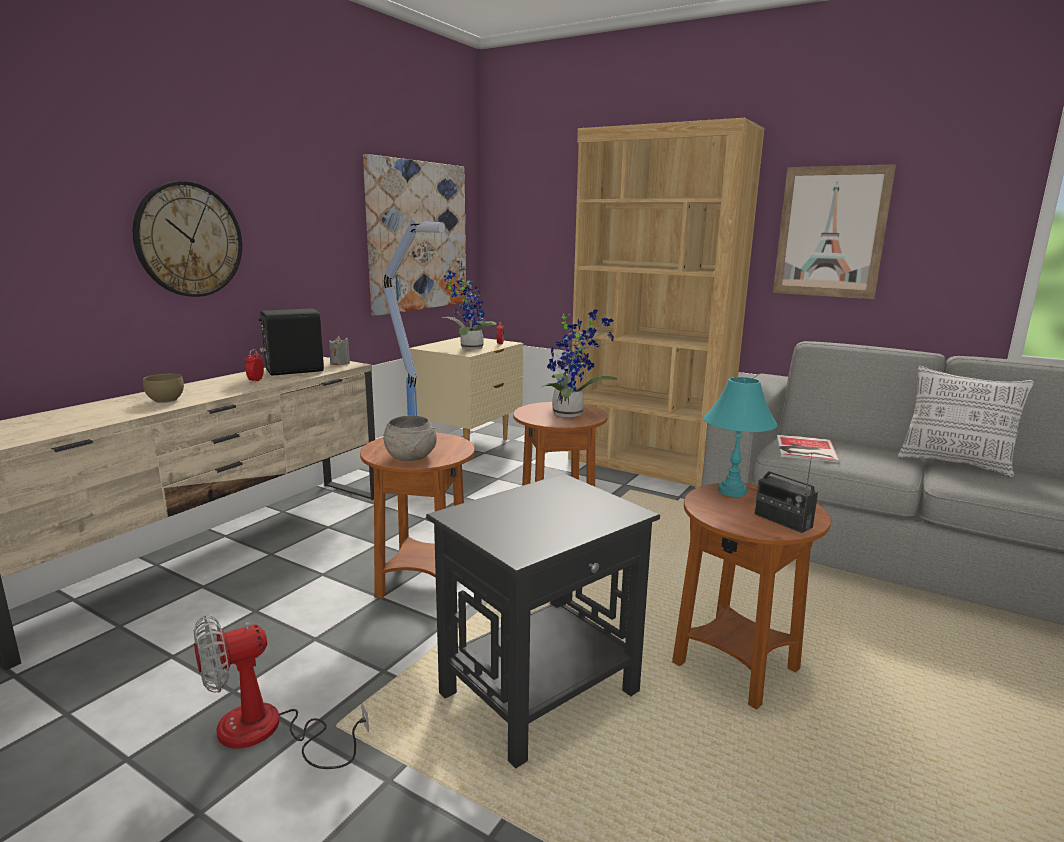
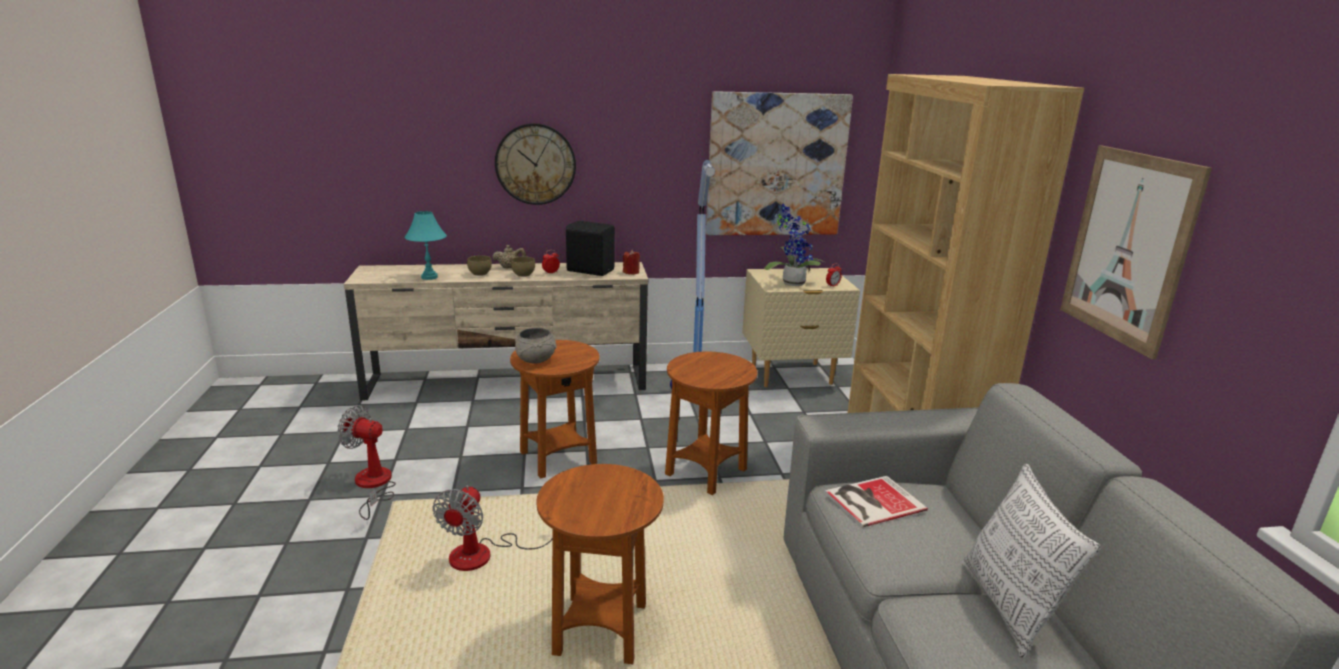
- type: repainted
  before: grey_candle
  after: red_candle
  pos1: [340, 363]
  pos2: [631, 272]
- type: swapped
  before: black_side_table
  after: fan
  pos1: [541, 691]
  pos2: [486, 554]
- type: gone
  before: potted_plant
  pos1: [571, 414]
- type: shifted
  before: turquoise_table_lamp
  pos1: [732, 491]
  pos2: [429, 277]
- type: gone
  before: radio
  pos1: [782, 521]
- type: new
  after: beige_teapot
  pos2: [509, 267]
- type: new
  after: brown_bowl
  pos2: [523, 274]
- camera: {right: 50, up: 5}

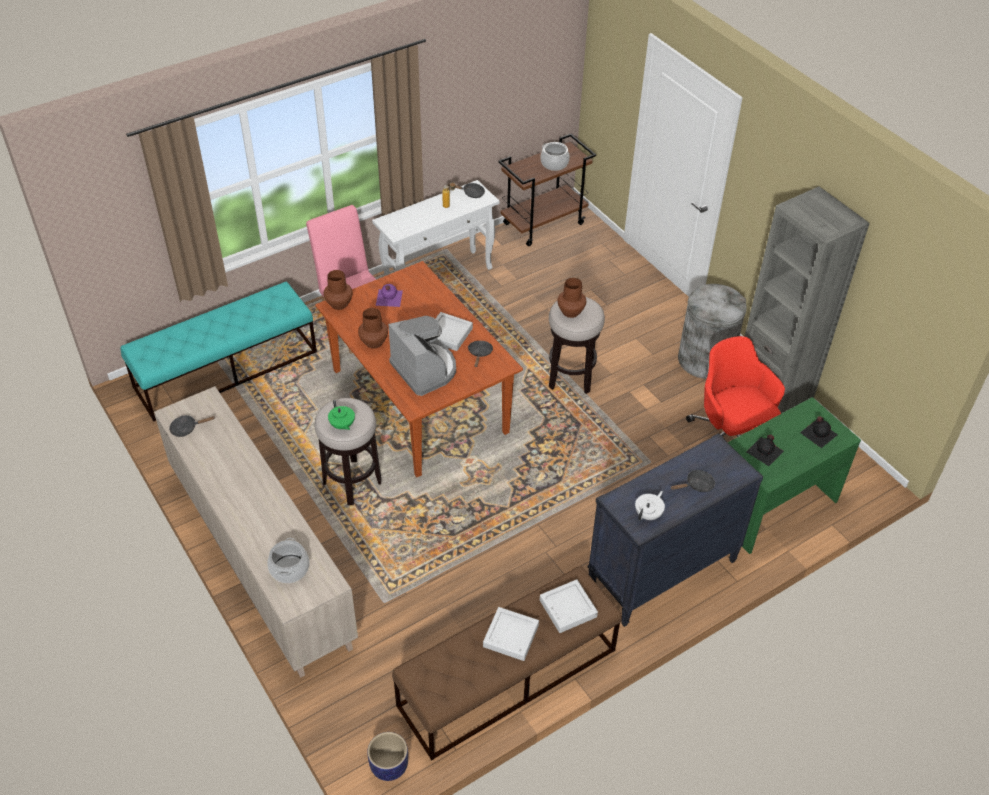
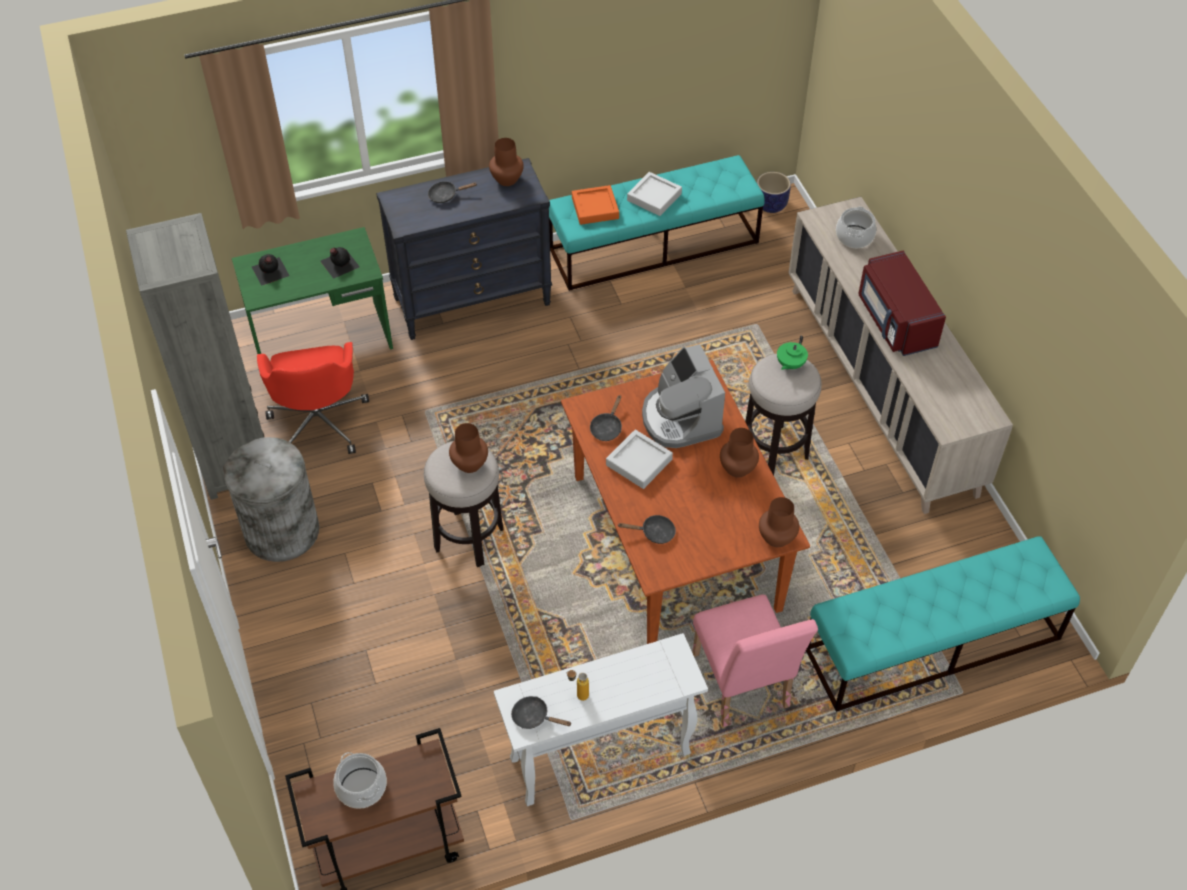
- type: shifted
  before: black_frying_pan
  pos1: [187, 428]
  pos2: [654, 533]
- type: rotated
  before: green_teapot
  pos1: [342, 425]
  pos2: [790, 364]
  turn: -135
- type: gone
  before: purple_bottle
  pos1: [388, 298]
- type: repainted
  before: brown_bench
  after: turquoise_bench
  pos1: [507, 678]
  pos2: [654, 245]
- type: repainted
  before: grey_tray
  after: orange_tray
  pos1: [568, 608]
  pos2: [595, 208]
- type: swapped
  before: white_teapot
  after: brown_vase
  pos1: [648, 514]
  pos2: [506, 179]
- type: new
  after: red_microwave
  pos2: [895, 321]
- camera: {right: -165, up: 5}

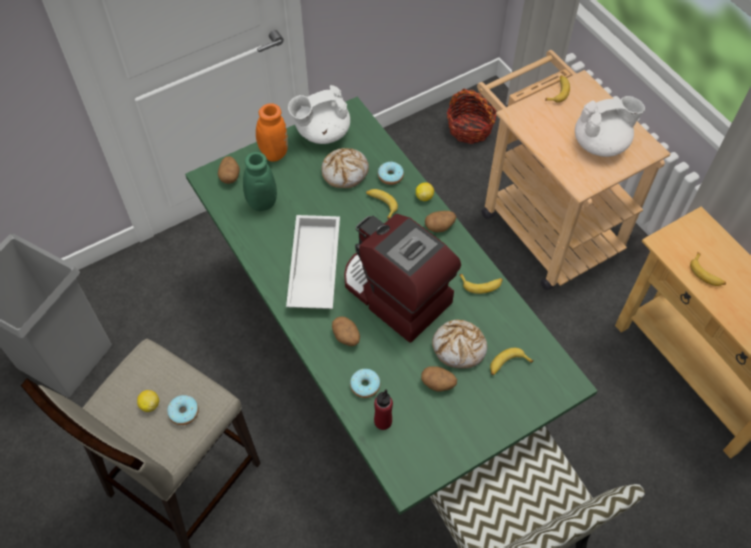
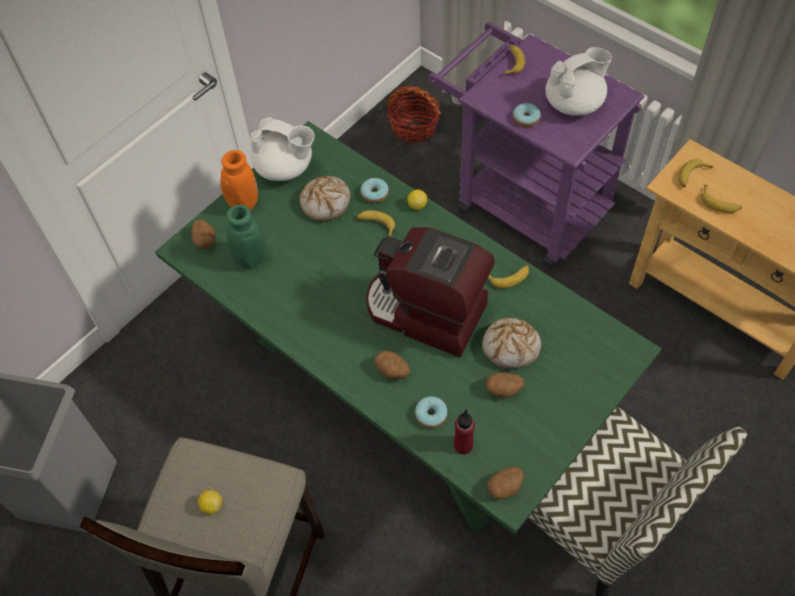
- type: shifted
  before: donut
  pos1: [184, 412]
  pos2: [526, 118]
- type: gone
  before: white_tray
  pos1: [313, 267]
- type: rotated
  before: white_teapot
  pos1: [321, 132]
  pos2: [285, 168]
  turn: -120
- type: shifted
  before: potato
  pos1: [439, 226]
  pos2: [505, 487]
- type: repainted
  before: beige_cart
  after: purple_cart
  pos1: [542, 222]
  pos2: [521, 201]
- type: shifted
  before: banana
  pos1: [507, 365]
  pos2: [691, 176]
- camera: {right: -15, up: 0}

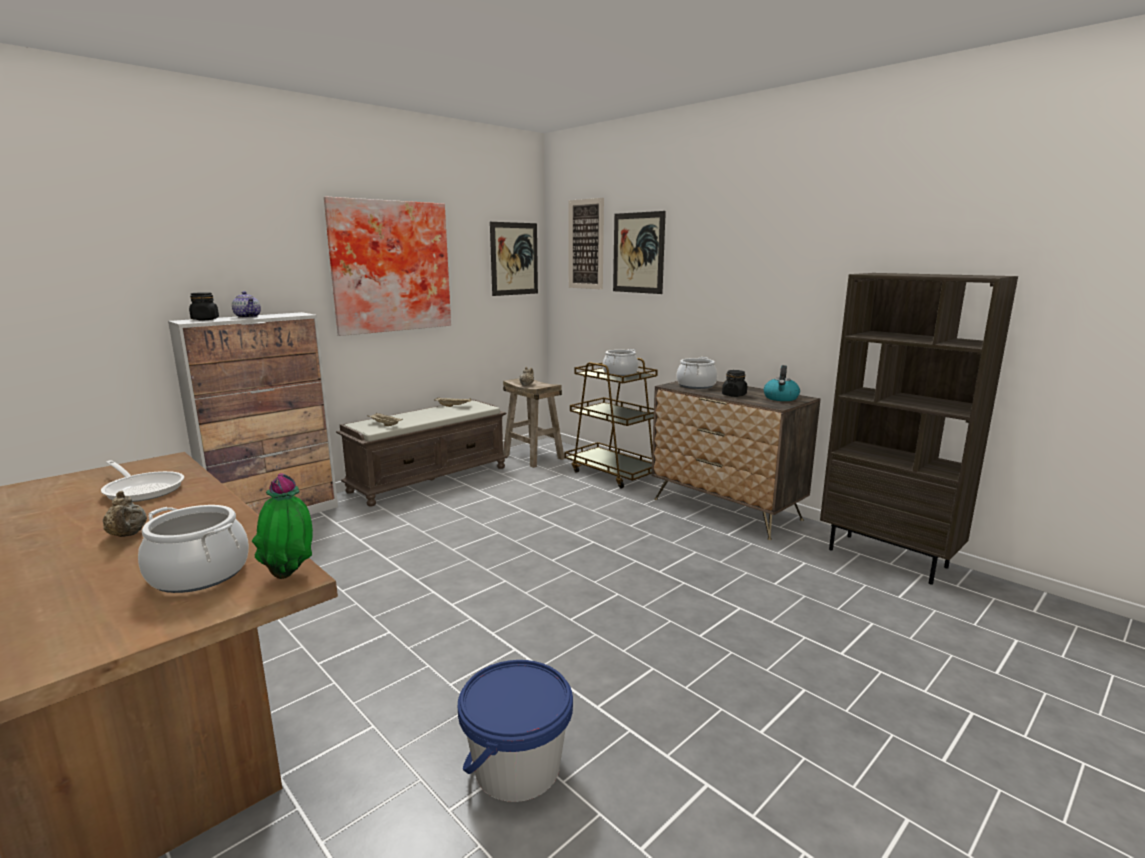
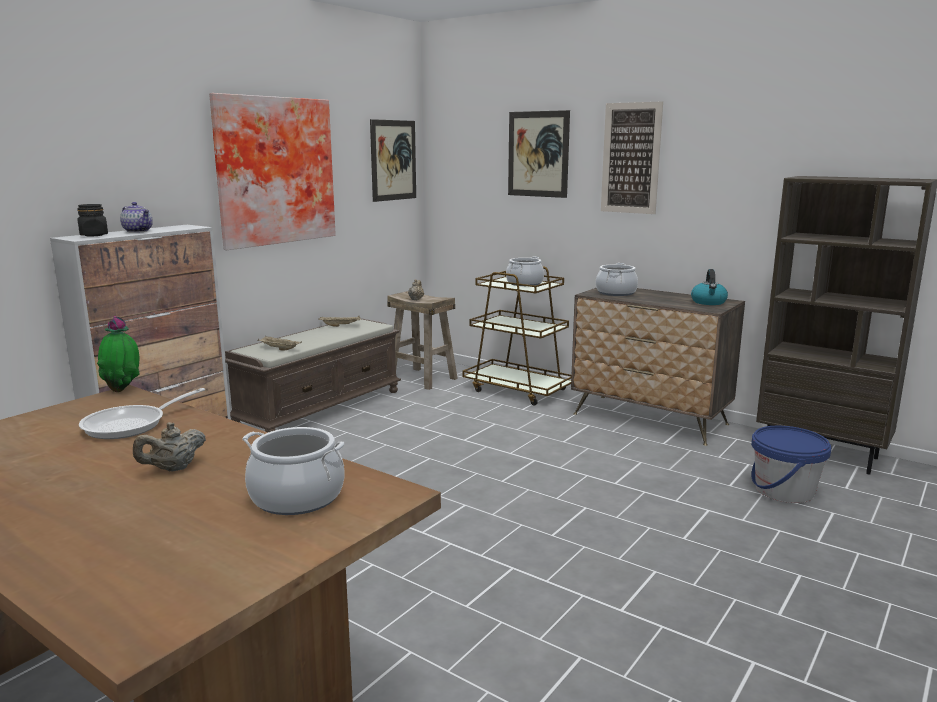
- type: rotated
  before: frying_pan
  pos1: [142, 489]
  pos2: [131, 425]
  turn: 105
- type: rotated
  before: beige_teapot
  pos1: [127, 535]
  pos2: [173, 469]
  turn: 90
- type: shifted
  before: potted_plant
  pos1: [291, 575]
  pos2: [123, 390]
- type: shifted
  before: blue_bucket
  pos1: [517, 767]
  pos2: [784, 490]
- type: shifted
  before: picture
  pos1: [586, 244]
  pos2: [631, 158]
- type: gone
  before: black_jar
  pos1: [734, 395]
- camera: {right: -10, up: 0}

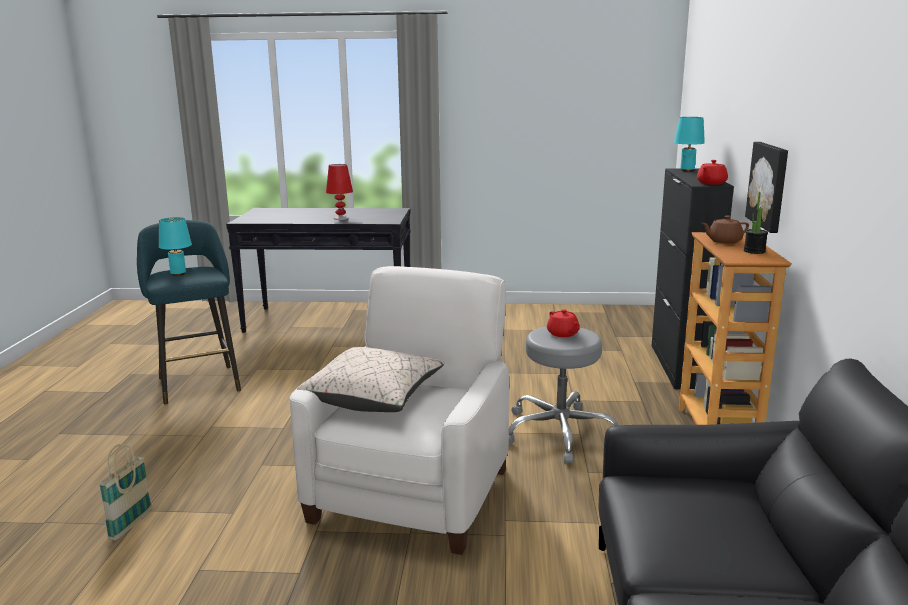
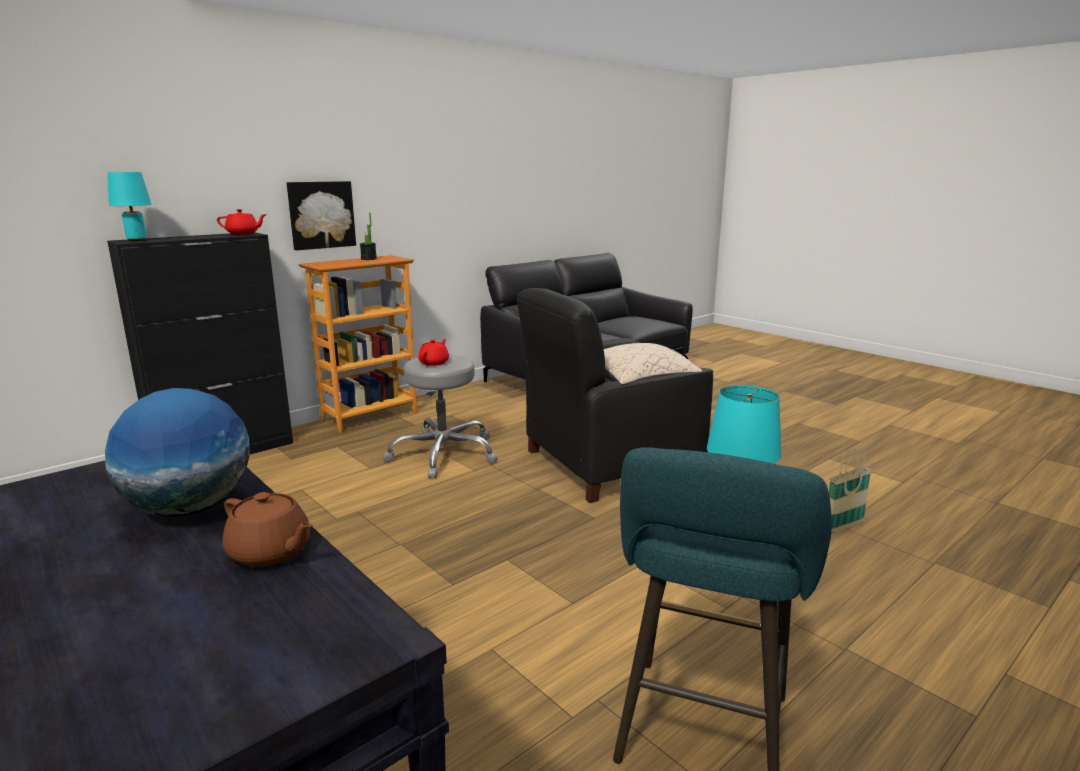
- type: repainted
  before: white_armchair
  after: black_armchair
  pos1: [412, 493]
  pos2: [608, 463]
- type: swapped
  before: red_table_lamp
  after: globe
  pos1: [340, 218]
  pos2: [191, 509]
- type: shifted
  before: brown_teapot
  pos1: [723, 241]
  pos2: [270, 552]
- camera: {right: -135, up: 0}

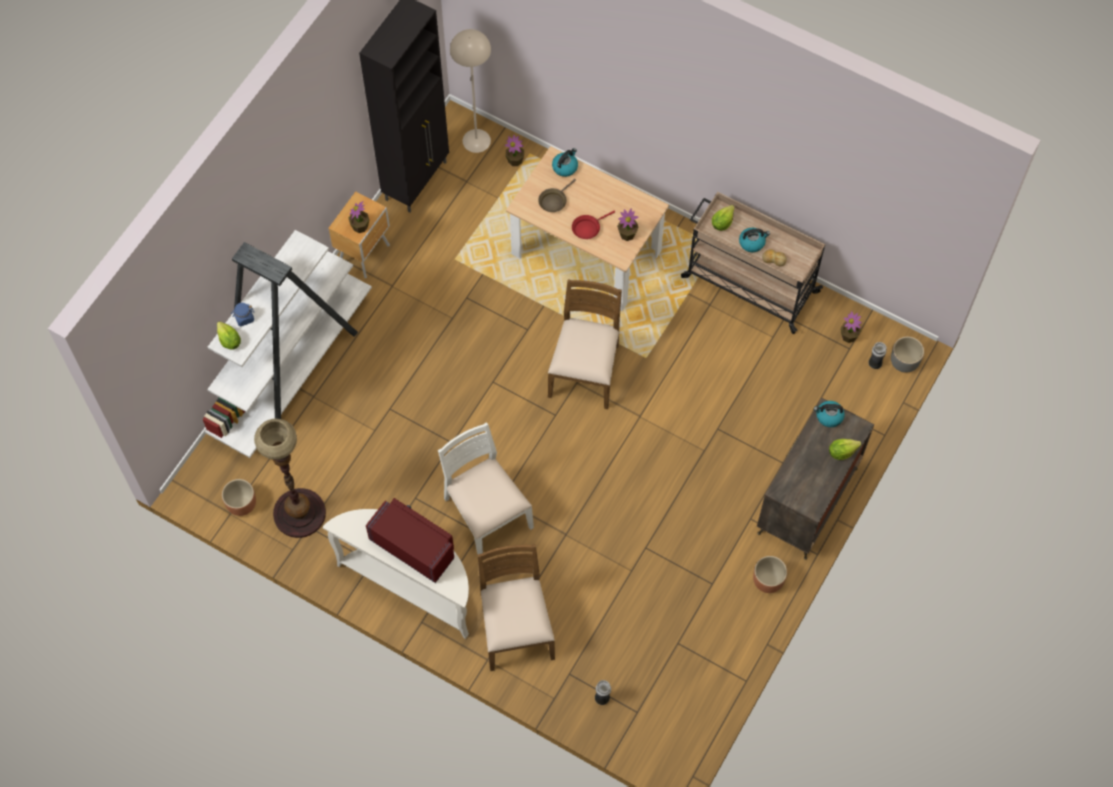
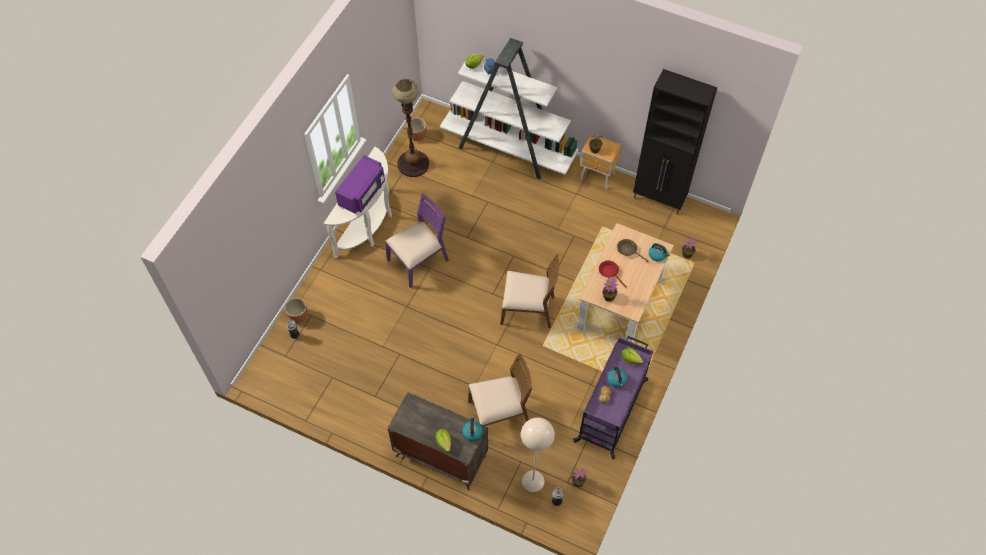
- type: repainted
  before: red_microwave
  after: purple_microwave
  pos1: [413, 547]
  pos2: [363, 193]
- type: repainted
  before: white_chair
  after: purple_chair
  pos1: [486, 513]
  pos2: [419, 260]
- type: shifted
  before: beige_floor_lamp
  pos1: [476, 140]
  pos2: [533, 481]
- type: shifted
  before: brown_chair
  pos1: [515, 628]
  pos2: [499, 413]
- type: repainted
  before: beige_cart
  after: purple_cart
  pos1: [748, 284]
  pos2: [612, 409]
- type: shifted
  before: brown_planter
  pos1: [768, 580]
  pos2: [298, 316]
- type: gone
  before: grey_planter
  pos1: [904, 362]
- camera: {right: 85, up: -5}

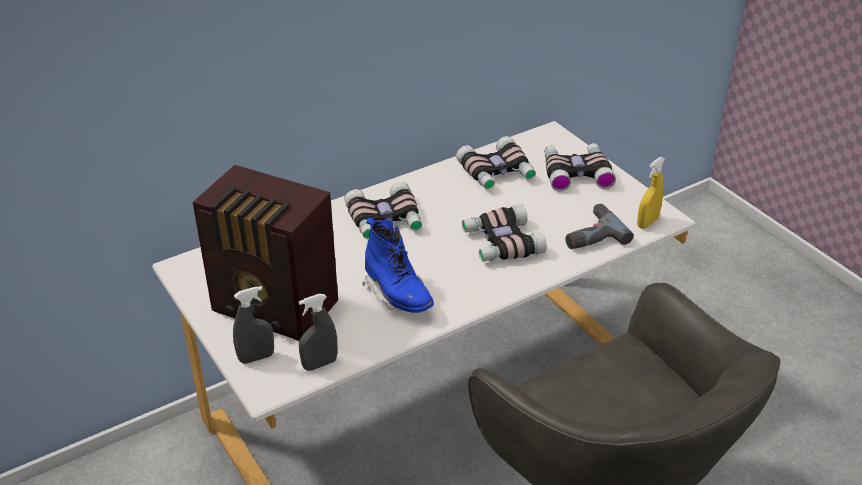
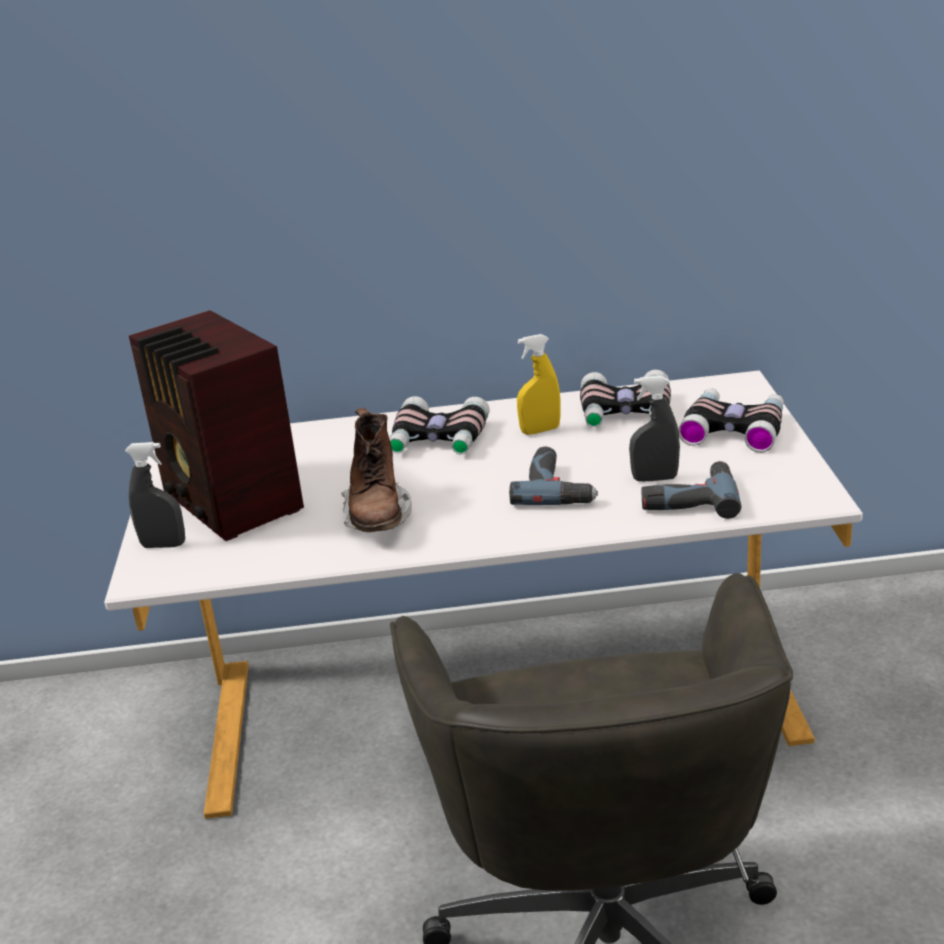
- type: shifted
  before: grey_spray_bottle
  pos1: [320, 364]
  pos2: [655, 479]
- type: repainted
  before: blue_boot
  after: brown_boot
  pos1: [398, 295]
  pos2: [377, 517]
- type: swapped
  before: binoculars
  after: power_drill
  pos1: [501, 243]
  pos2: [558, 487]
- type: shifted
  before: yellow_spray_bottle
  pos1: [647, 223]
  pos2: [540, 430]
- camera: {right: 30, up: -10}

